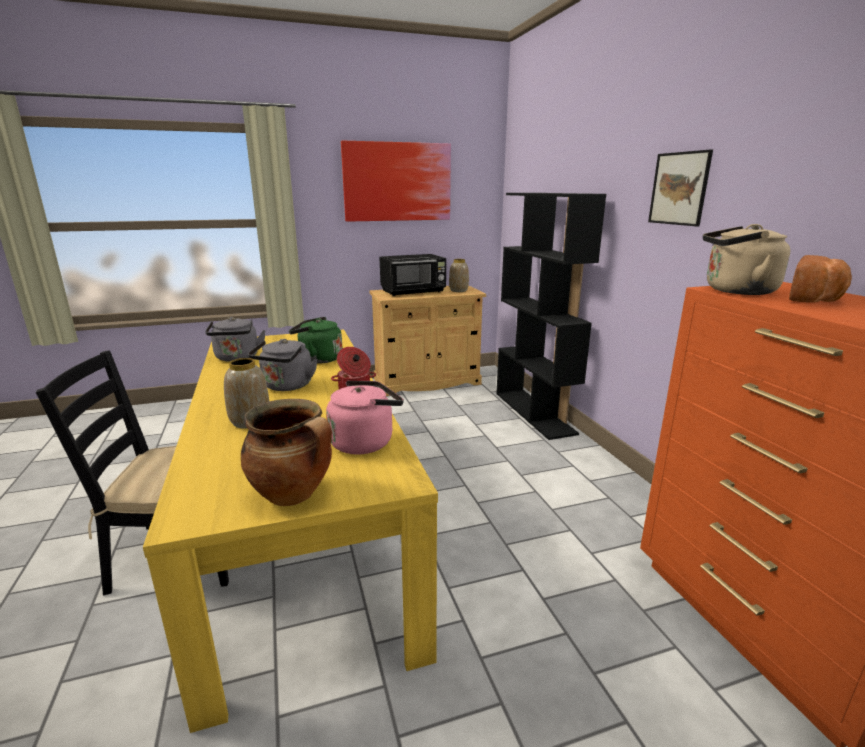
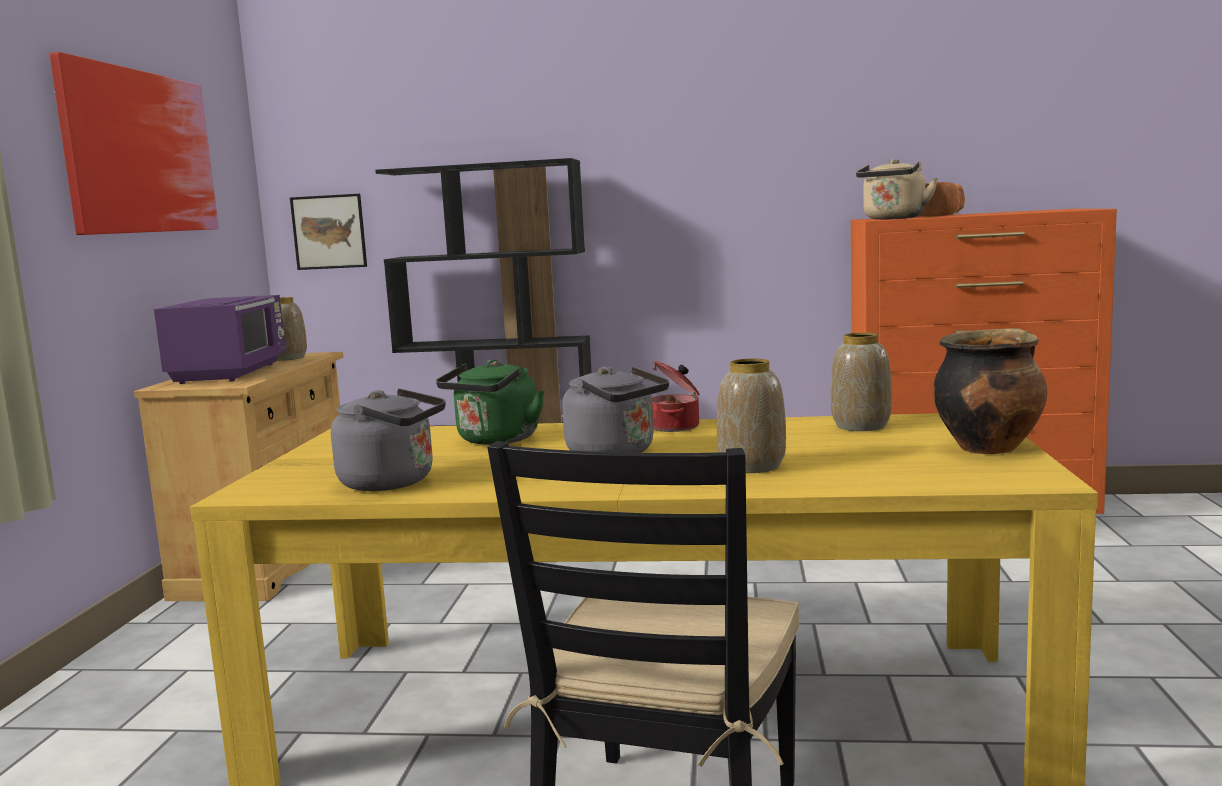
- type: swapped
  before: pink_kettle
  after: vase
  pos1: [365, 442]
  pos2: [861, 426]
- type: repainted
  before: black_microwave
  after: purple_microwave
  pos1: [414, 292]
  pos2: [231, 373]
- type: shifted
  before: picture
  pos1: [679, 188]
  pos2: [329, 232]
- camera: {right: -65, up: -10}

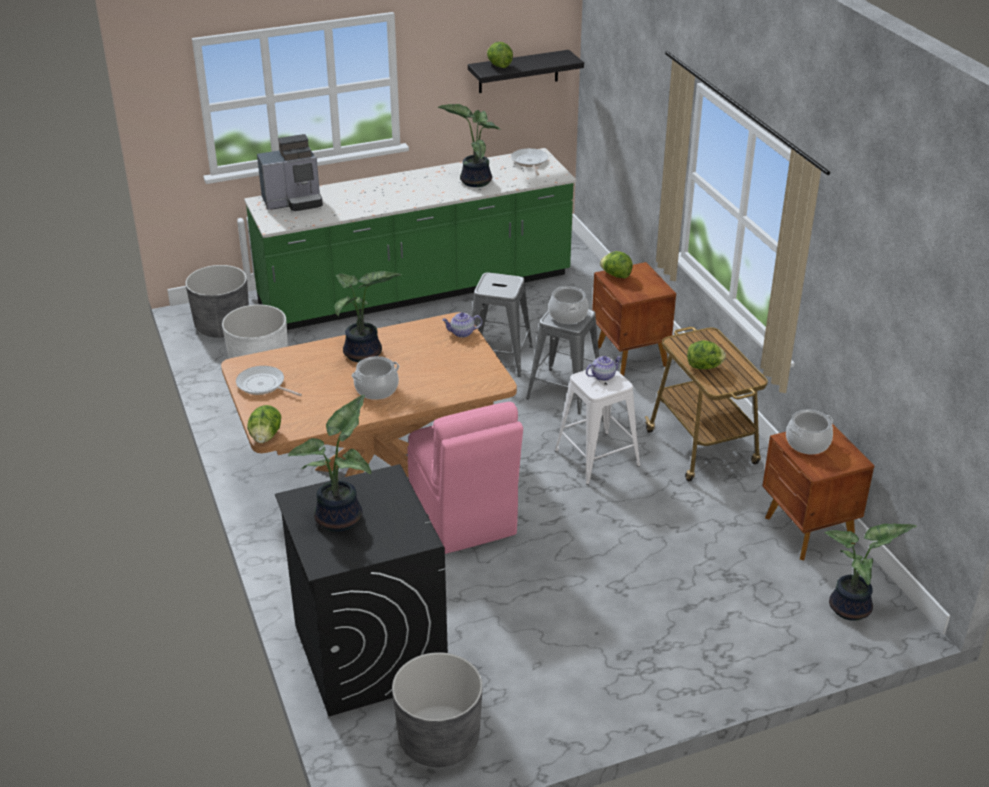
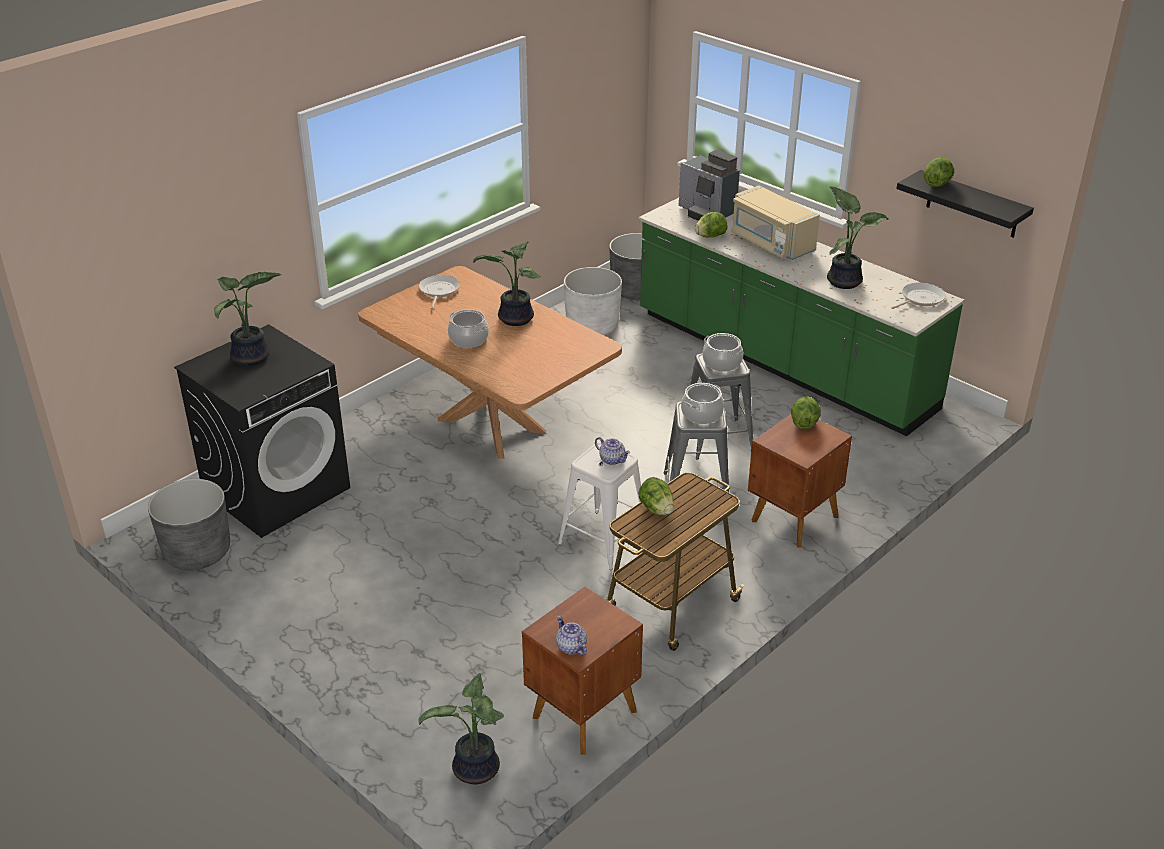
- type: shifted
  before: lettuce
  pos1: [265, 437]
  pos2: [710, 236]
- type: gone
  before: pink_chair
  pos1: [463, 516]
- type: shifted
  before: teapot
  pos1: [462, 333]
  pos2: [571, 647]
- type: shifted
  before: cooking_pot
  pos1: [807, 443]
  pos2: [722, 363]
- type: new
  after: beige_microwave
  pos2: [771, 243]
- camera: {right: 65, up: 0}

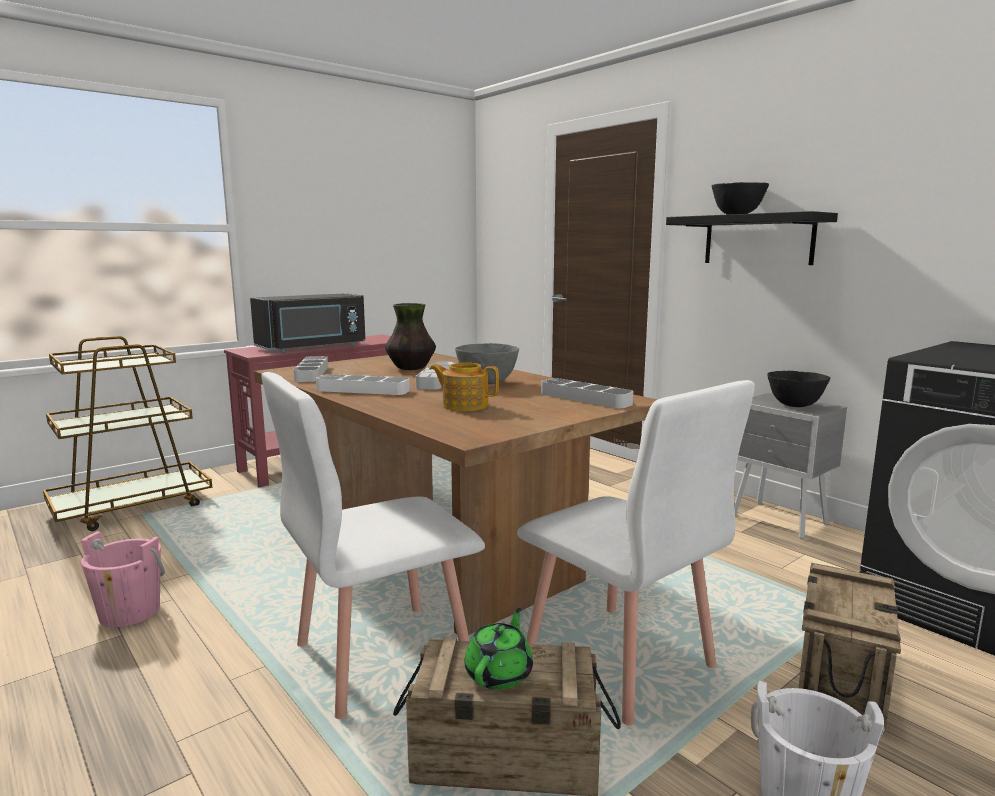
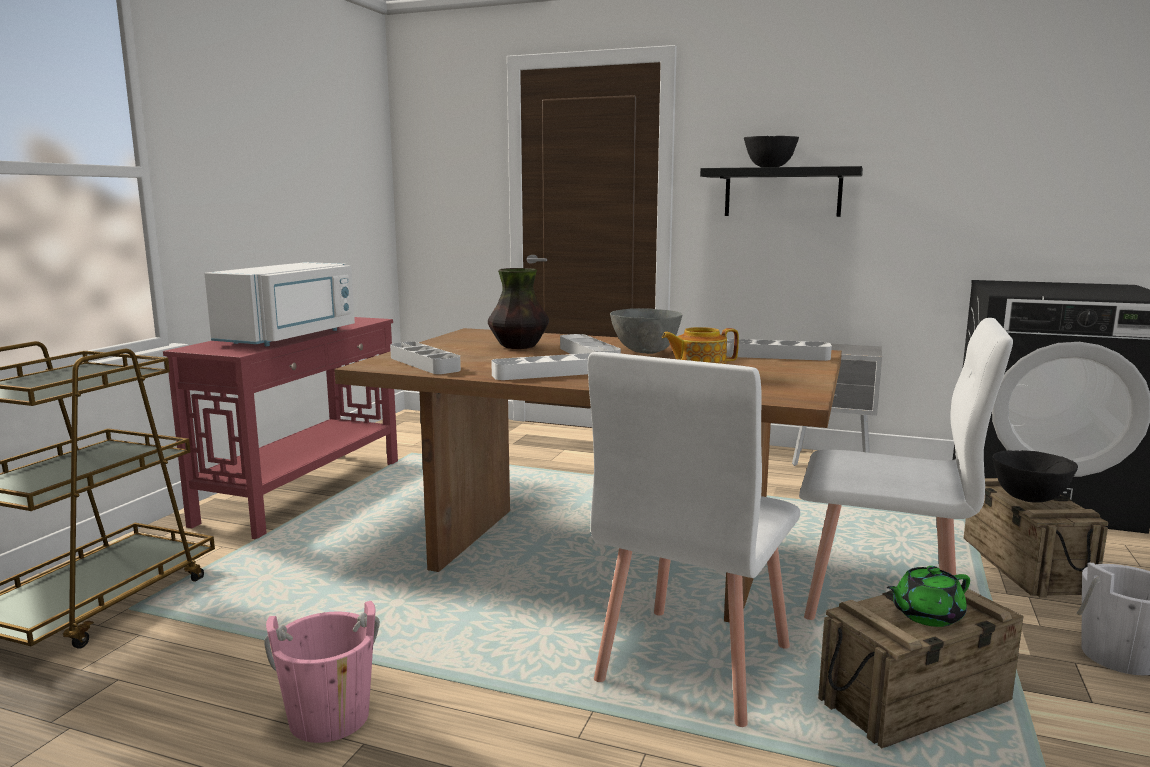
- type: repainted
  before: black_microwave
  after: white_microwave
  pos1: [313, 347]
  pos2: [291, 337]
- type: rotated
  before: green_teapot
  pos1: [499, 673]
  pos2: [926, 615]
  turn: -105
- type: shifted
  before: black_bowl
  pos1: [794, 405]
  pos2: [1028, 499]
- camera: {right: -30, up: 0}

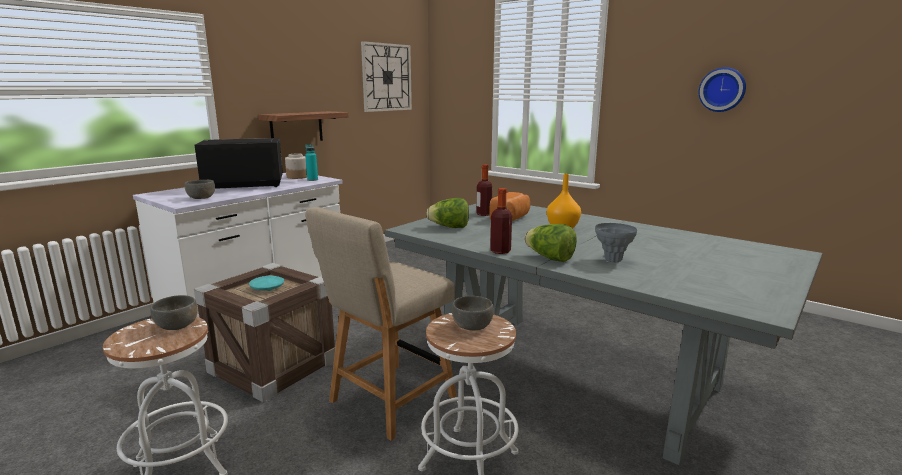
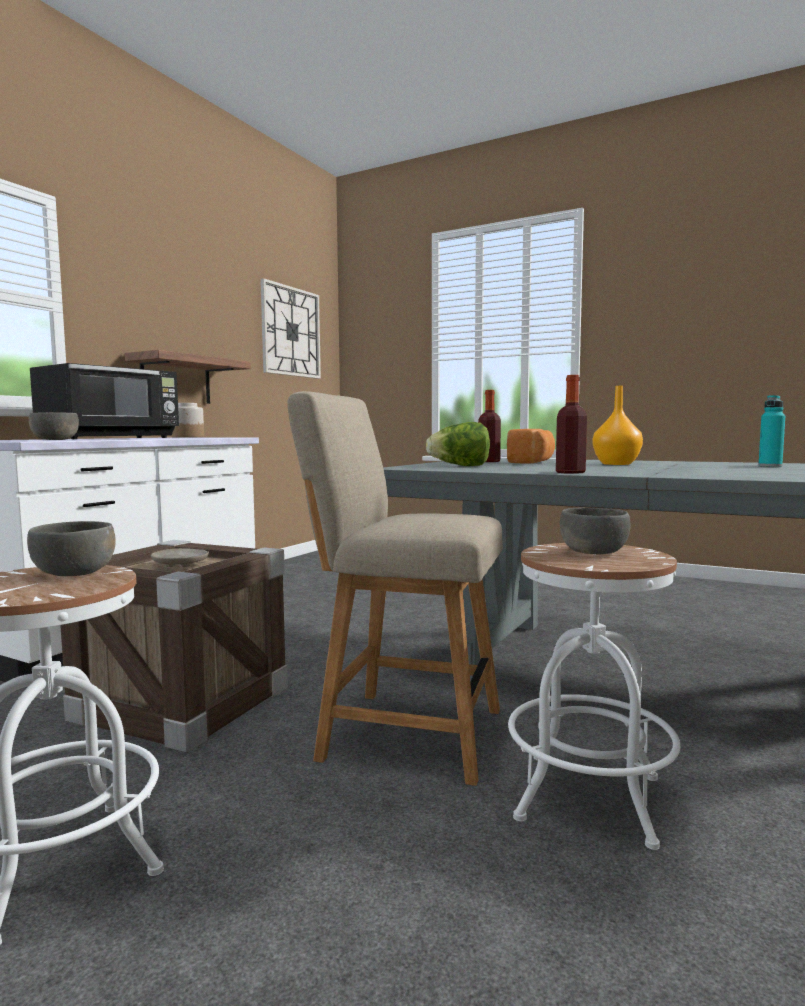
- type: rotated
  before: black_microwave
  pos1: [243, 185]
  pos2: [112, 438]
  turn: 150
- type: repainted
  before: turquoise_plate
  after: beige_plate
  pos1: [267, 288]
  pos2: [181, 565]
- type: shifted
  before: turquoise_bottle
  pos1: [312, 180]
  pos2: [770, 466]
- type: rotated
  before: beige_chair
  pos1: [388, 401]
  pos2: [403, 732]
  turn: 75
- type: gone
  before: lettuce
  pos1: [550, 258]
- type: gone
  before: grey_vase
  pos1: [612, 260]
- type: gone
  before: wall_clock
  pos1: [722, 89]
- camera: {right: -10, up: -10}

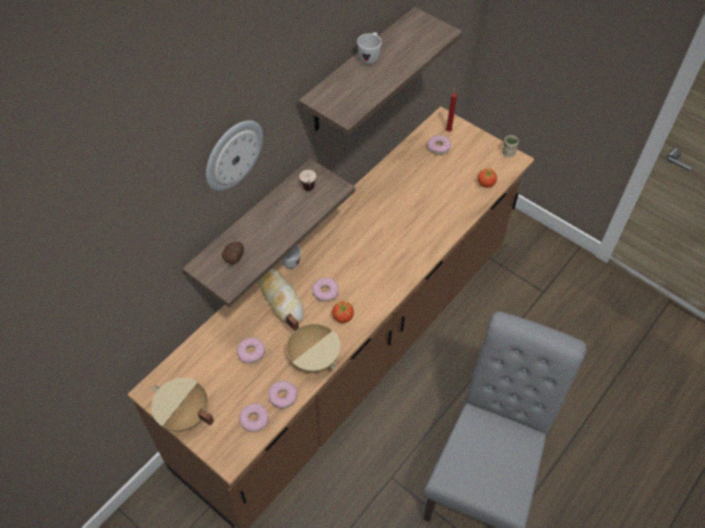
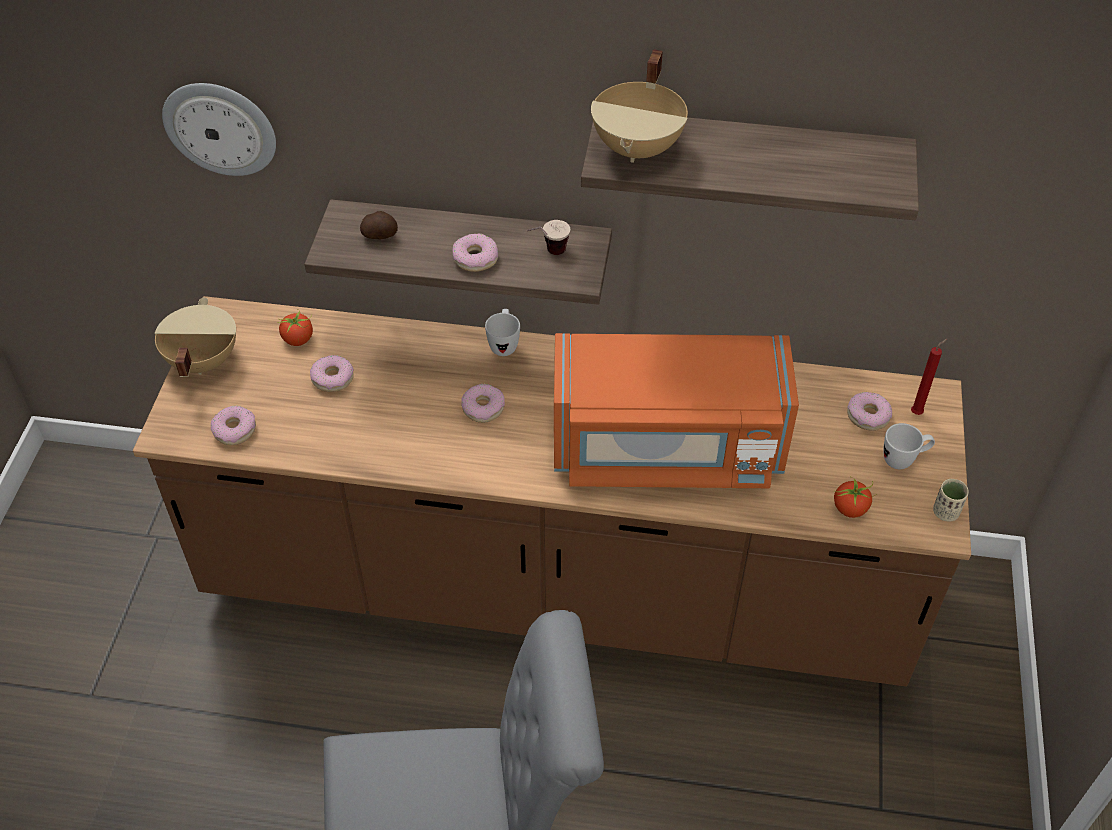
- type: shifted
  before: wall_clock
  pos1: [232, 154]
  pos2: [220, 128]
- type: gone
  before: bread
  pos1: [280, 298]
- type: shifted
  before: donut
  pos1: [283, 396]
  pos2: [475, 258]
- type: shifted
  before: beige_cooking_pot
  pos1: [314, 358]
  pos2: [639, 148]
- type: shifted
  before: tomato
  pos1: [343, 317]
  pos2: [298, 339]
- type: shifted
  before: white_mug
  pos1: [370, 57]
  pos2: [904, 460]
- type: new
  after: orange_microwave
  pos2: [666, 449]
- camera: {right: 60, up: -5}

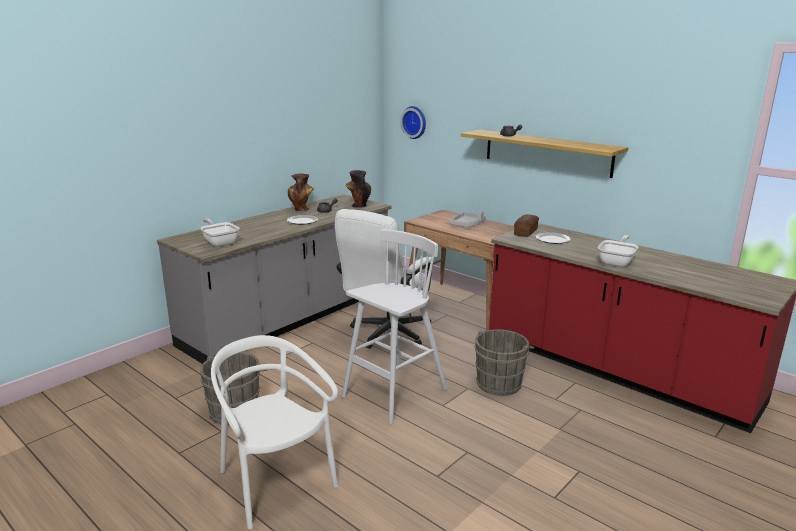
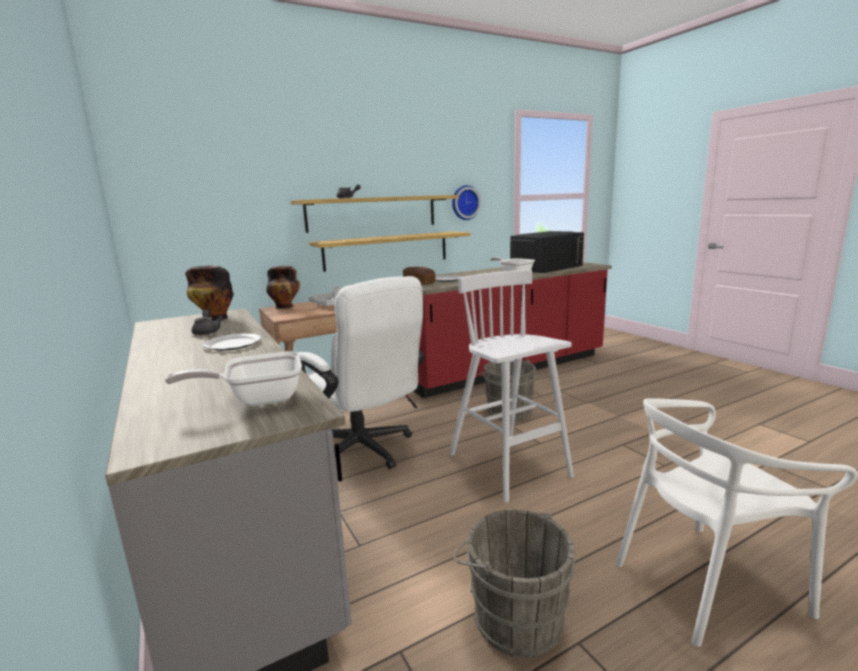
- type: shifted
  before: vase
  pos1: [301, 209]
  pos2: [286, 306]
- type: shifted
  before: wall_clock
  pos1: [415, 122]
  pos2: [464, 202]
- type: new
  after: shelf
  pos2: [387, 250]
- type: new
  after: black_microwave
  pos2: [546, 267]
- camera: {right: -70, up: -5}

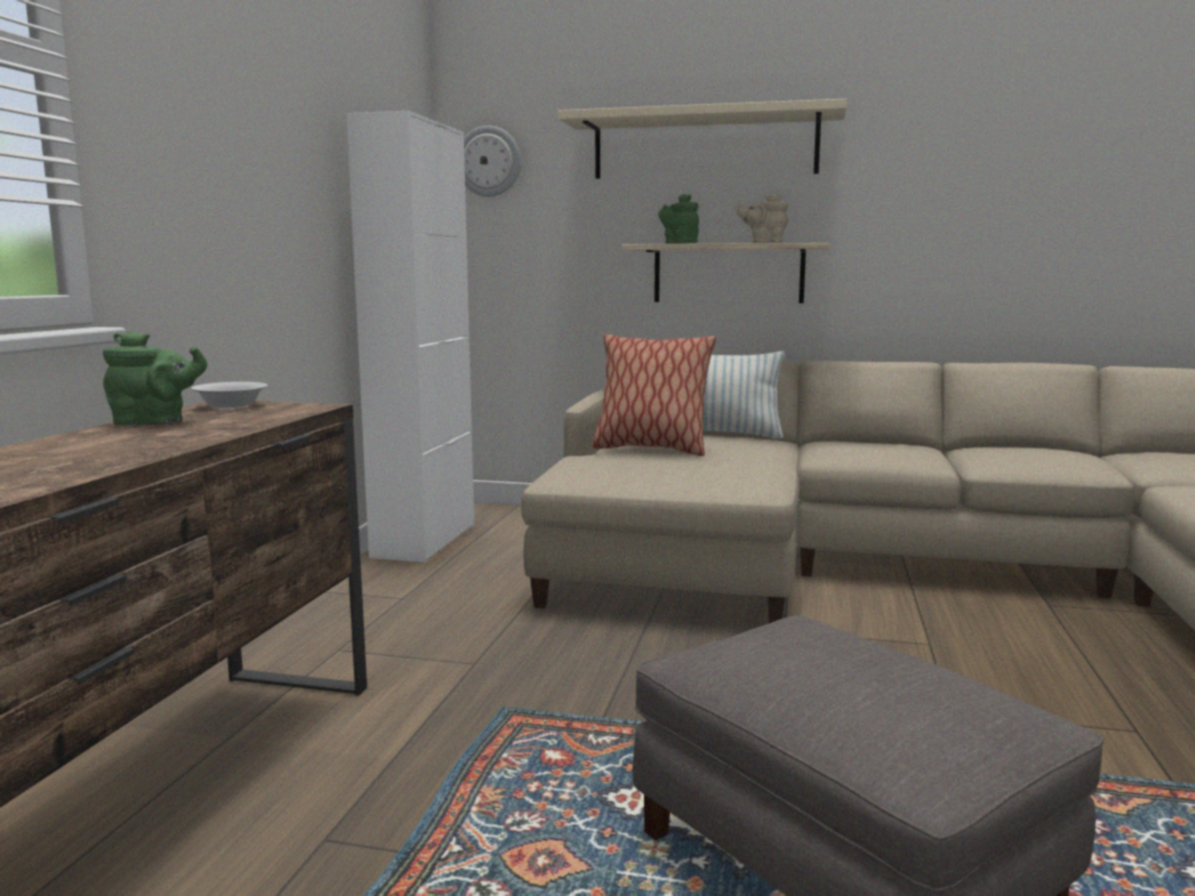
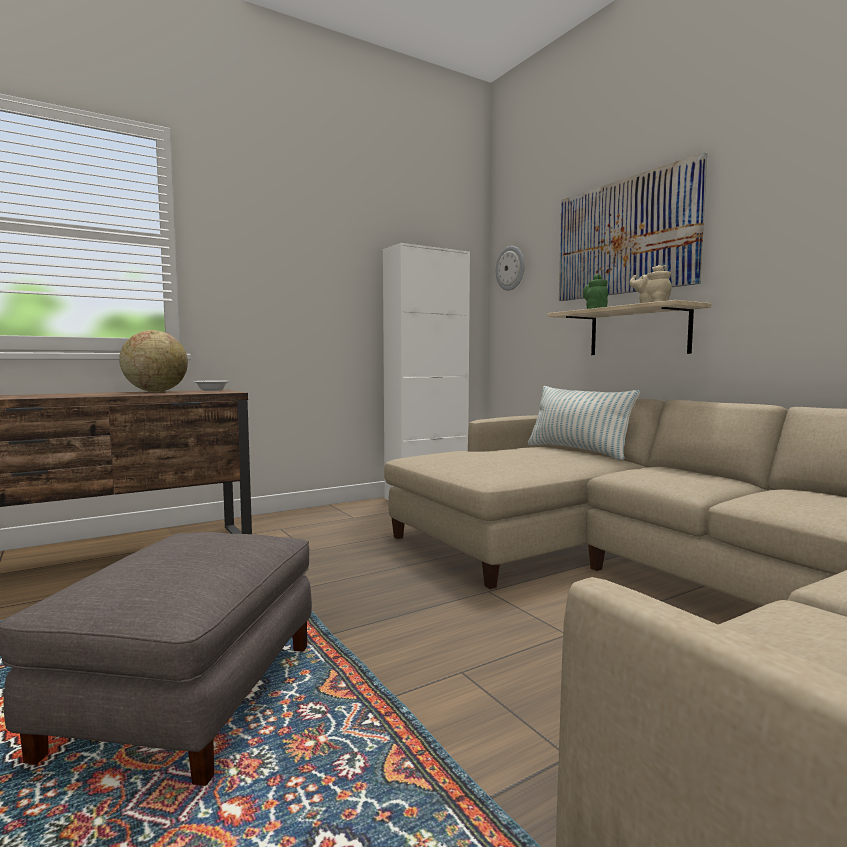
- type: swapped
  before: green_teapot
  after: globe
  pos1: [155, 423]
  pos2: [155, 391]
- type: swapped
  before: beige_shelf
  after: picture
  pos1: [704, 146]
  pos2: [624, 237]
- type: gone
  before: pillow
  pos1: [651, 449]
- camera: {right: 45, up: -5}

